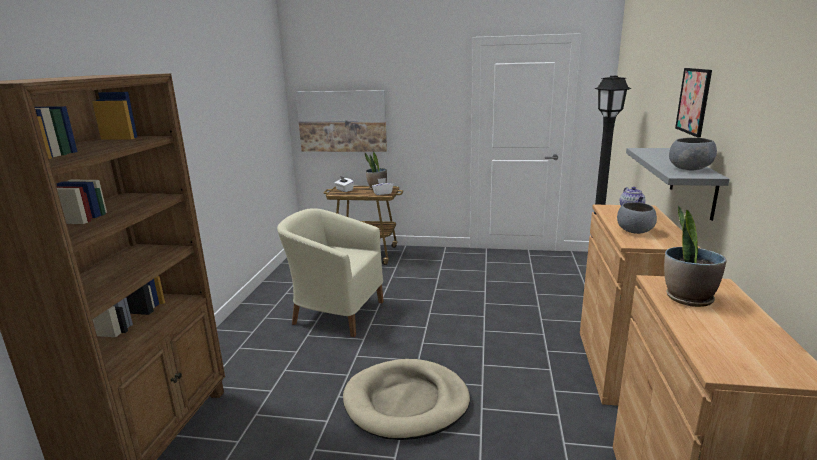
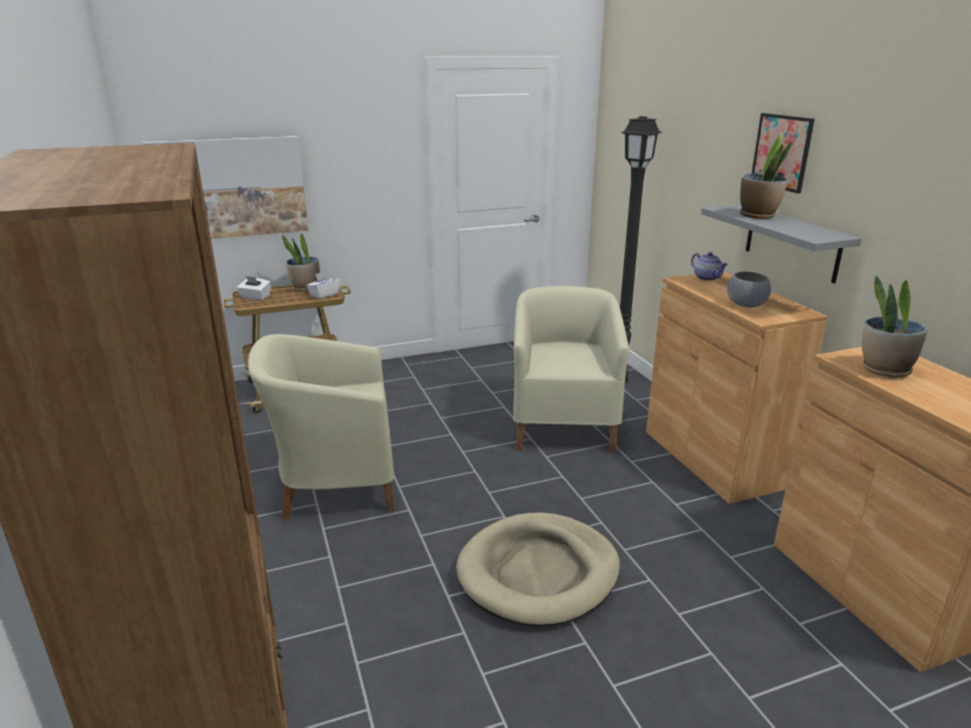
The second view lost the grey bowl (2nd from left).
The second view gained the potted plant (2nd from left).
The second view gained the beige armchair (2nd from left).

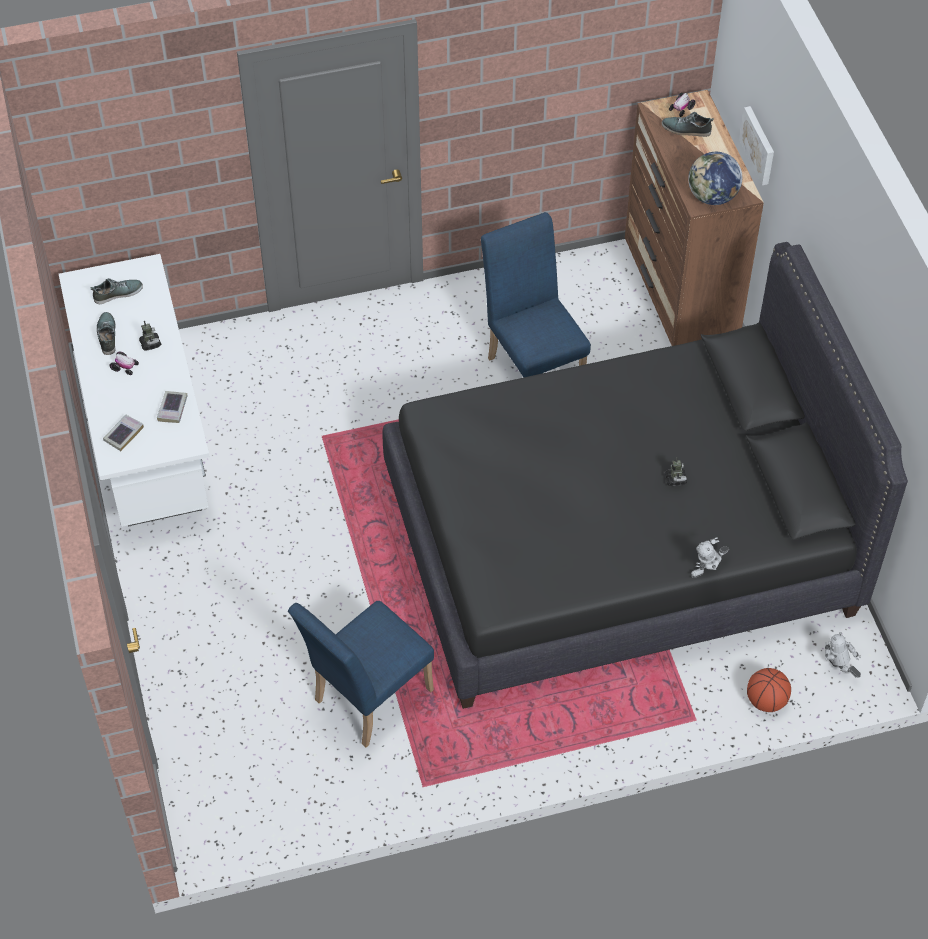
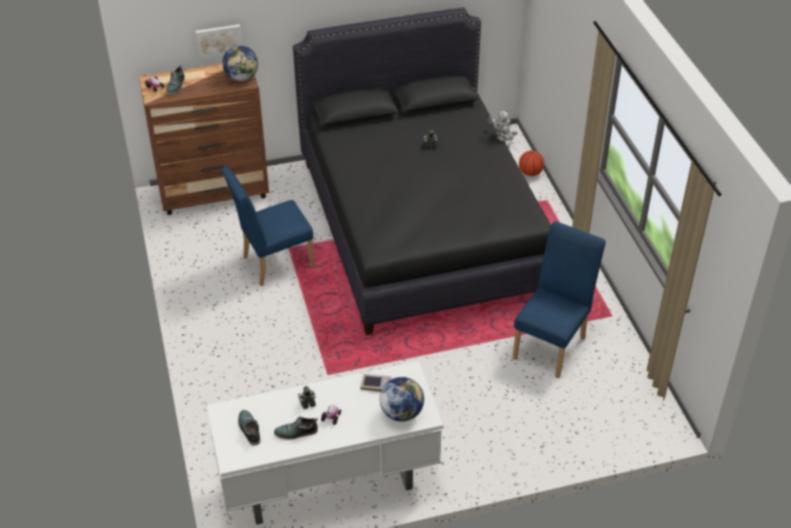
Where the book (1st from left) stood, the globe (2nd from left) came to stand.
The blue chair (1st from left in the first image) ended up facing another way, 105 degrees counterclockwise from before.

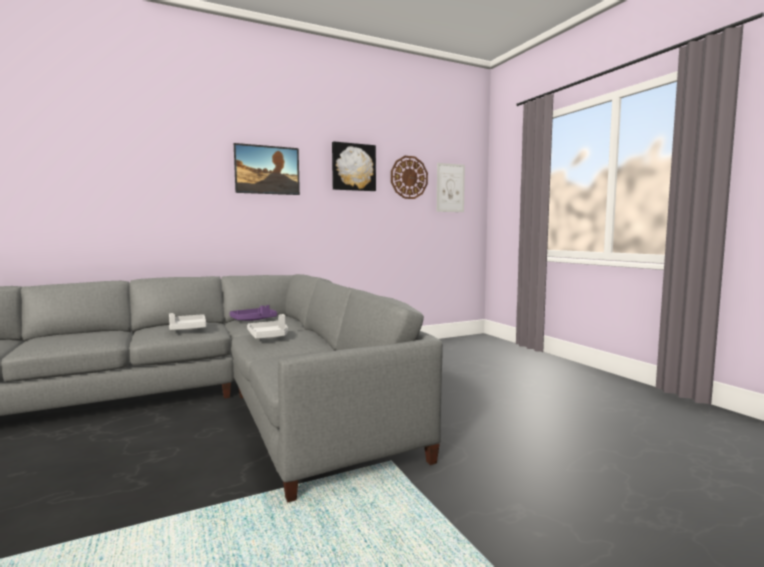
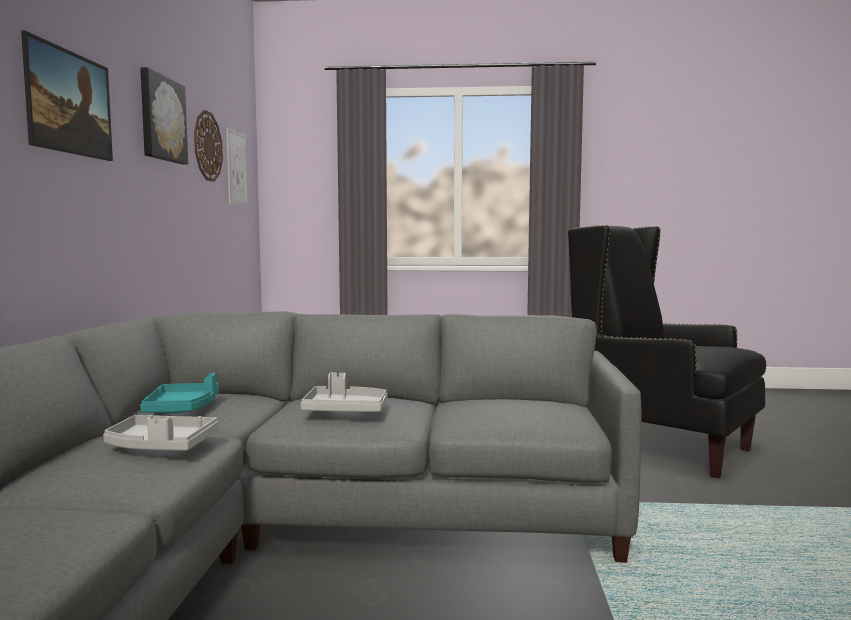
What was the purple tray turned into the turquoise tray.
The second view gained the black armchair.

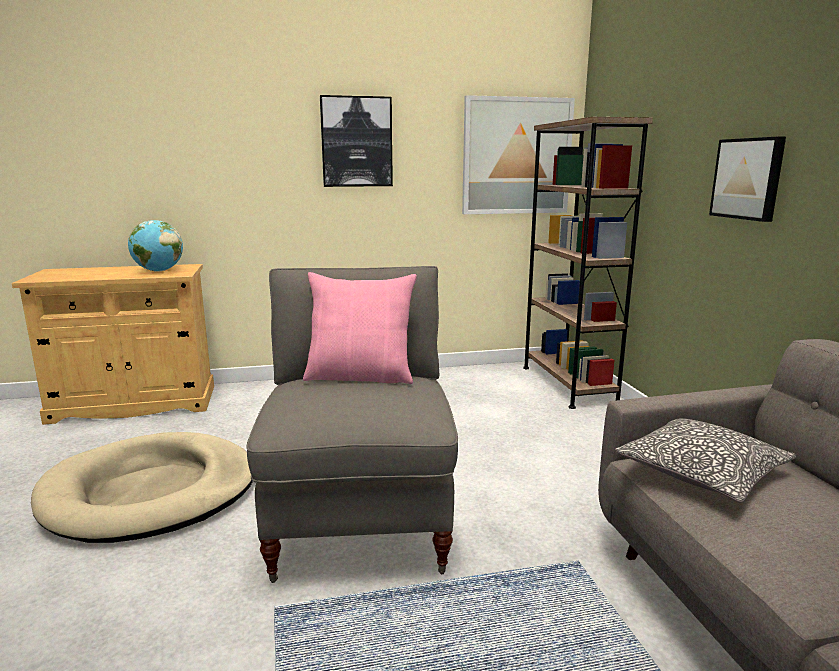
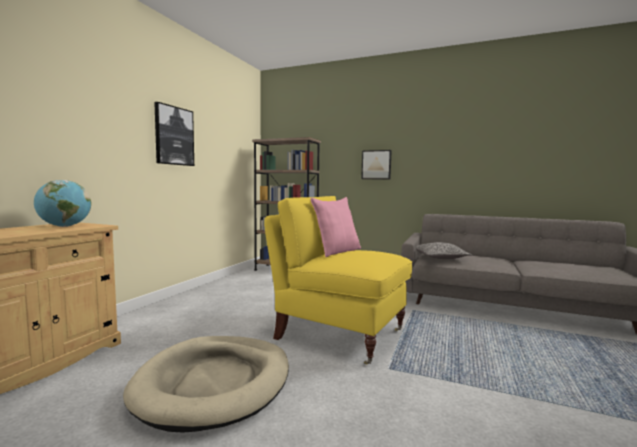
The second view lost the picture (2nd from left).
What was the grey armchair turned into the yellow armchair.

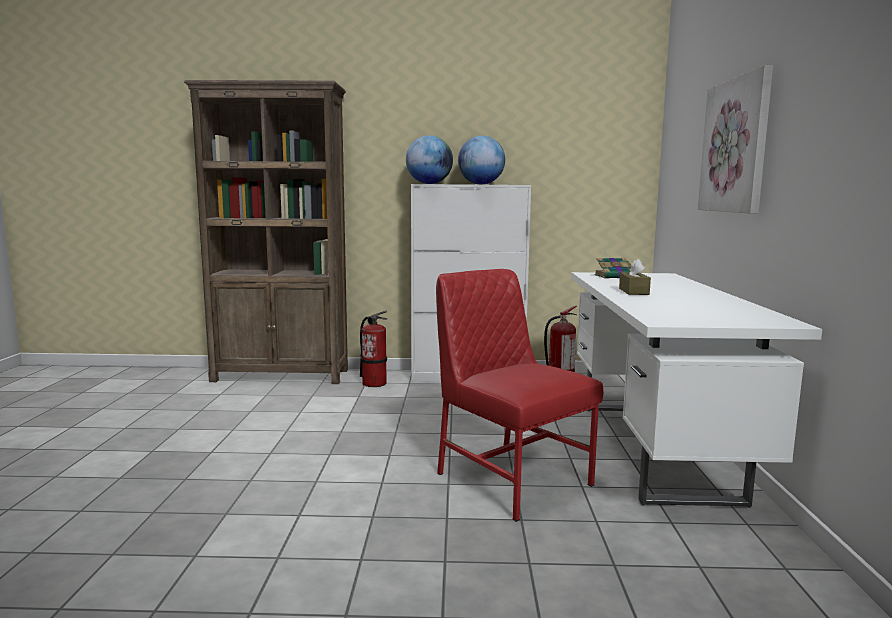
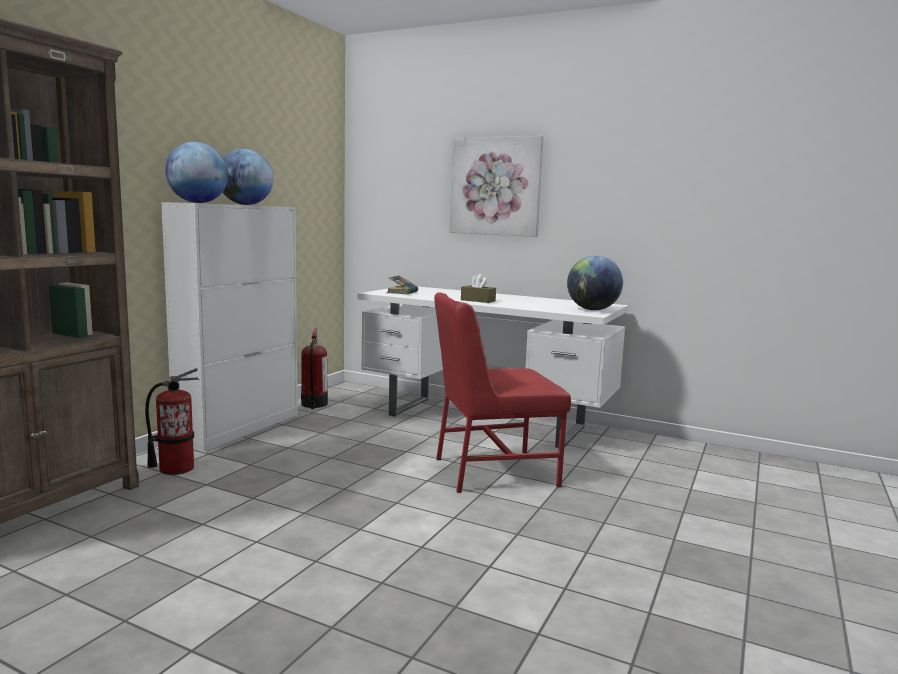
The second view gained the globe (3rd from left).

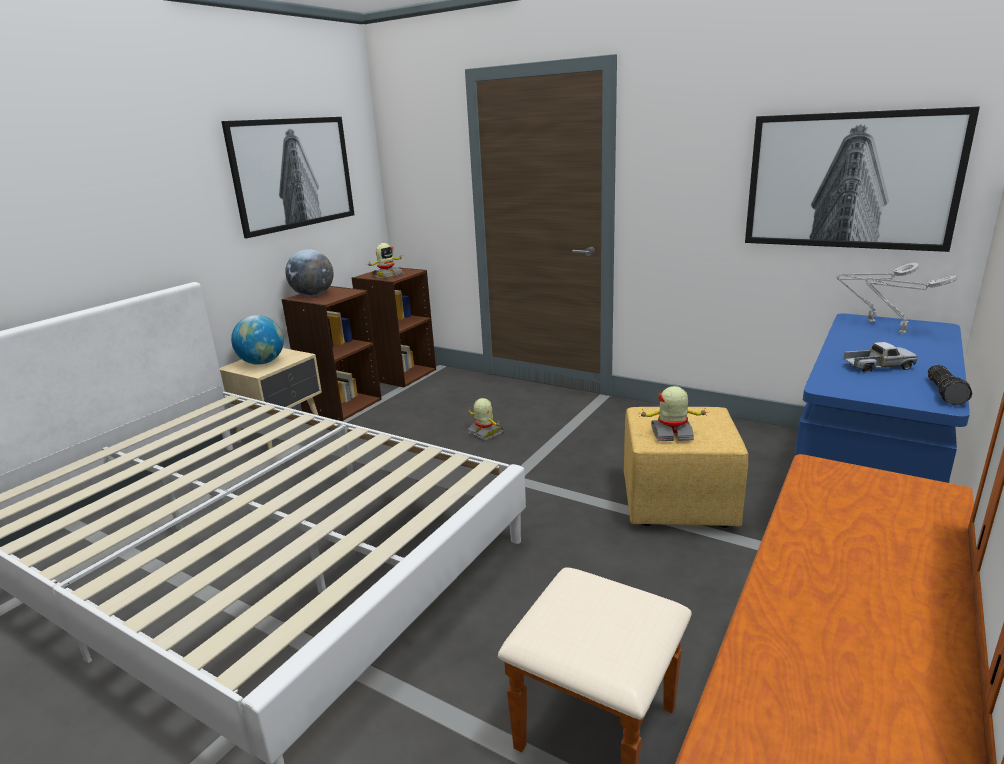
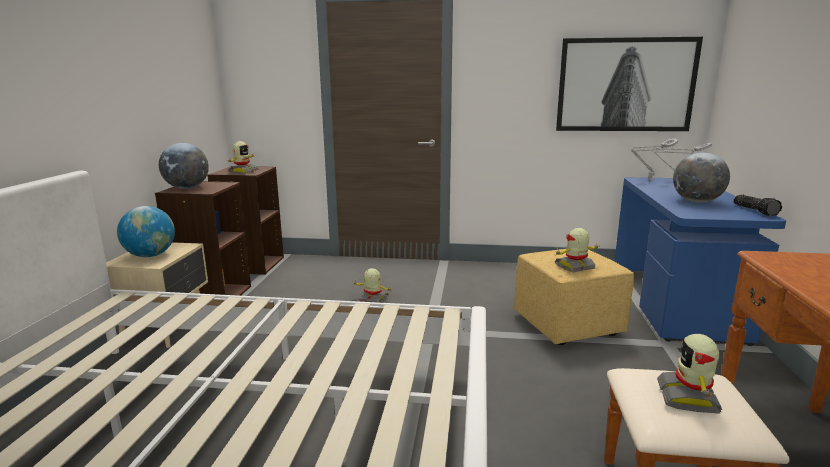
The second view lost the picture (1st from left).
Where the toy truck stood, the globe (3rd from left) came to stand.
The second view gained the toy robot (4th from left).

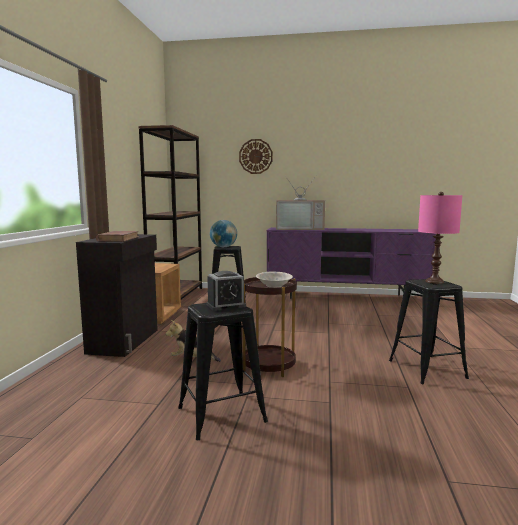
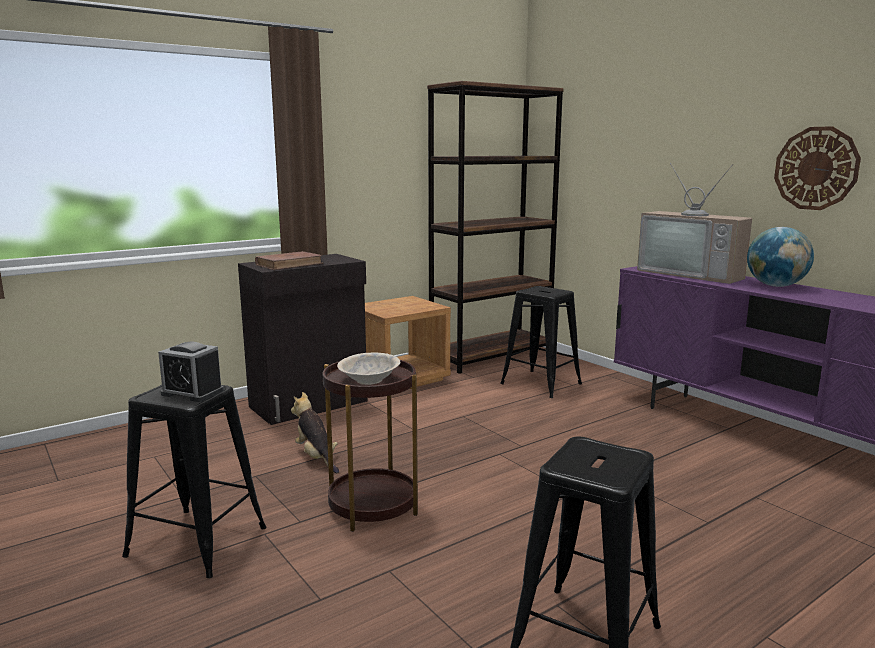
The wall clock ended up elsewhere.
The second view lost the pink table lamp.
The globe ended up elsewhere.

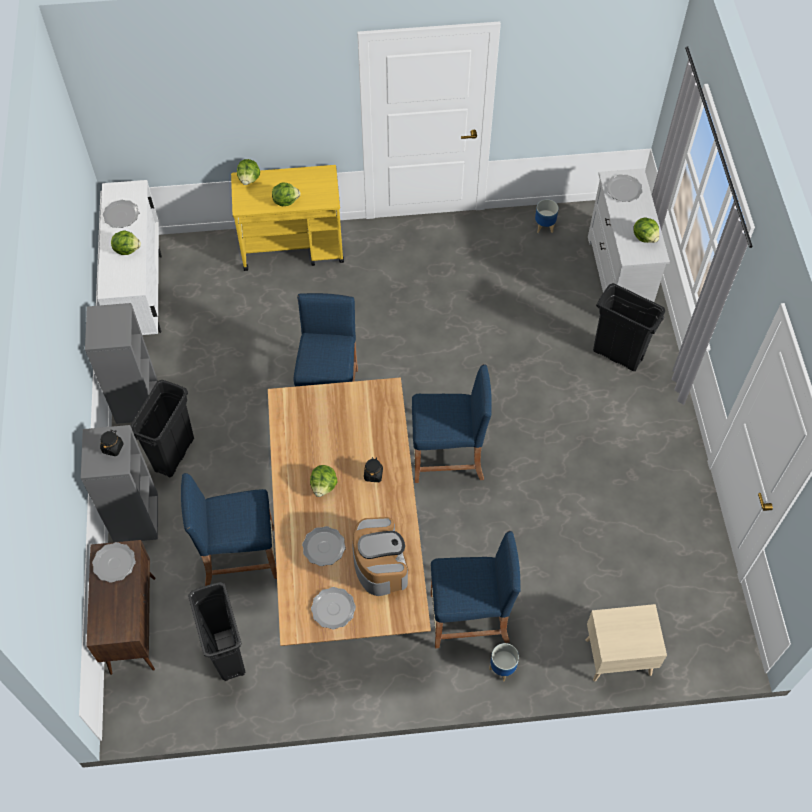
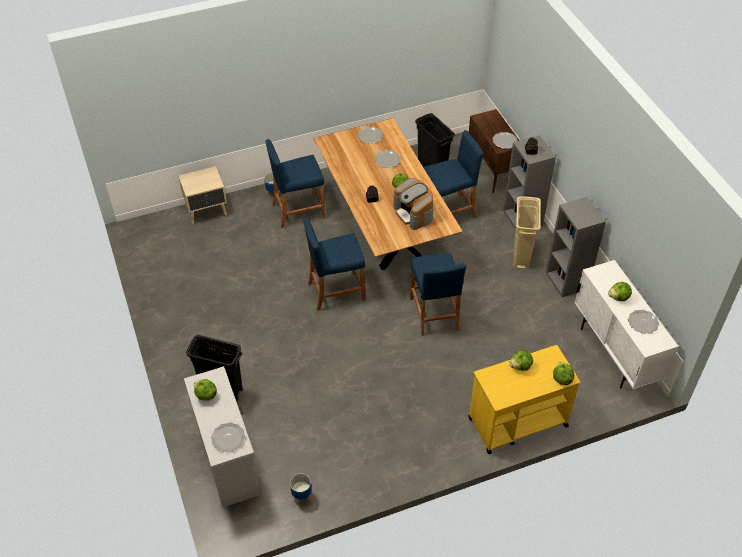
What was the black trash can (1st from left) turned into the beige trash can.
The coffee machine ended up elsewhere.

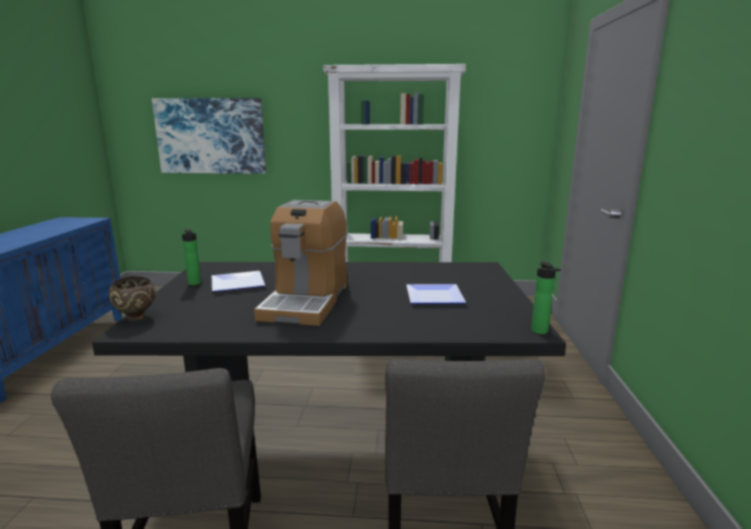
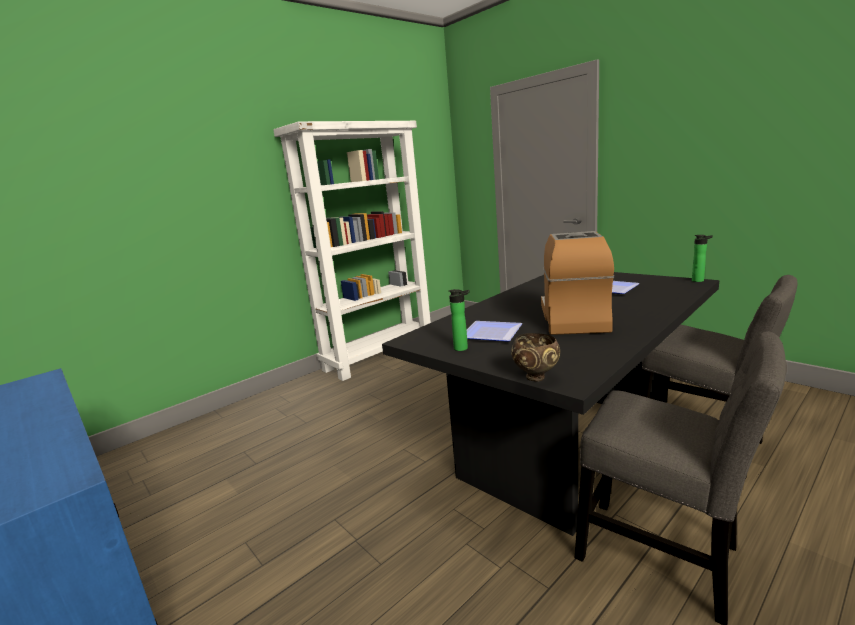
The second view lost the picture.
The coffee machine ended up facing another way, 135 degrees counterclockwise from before.

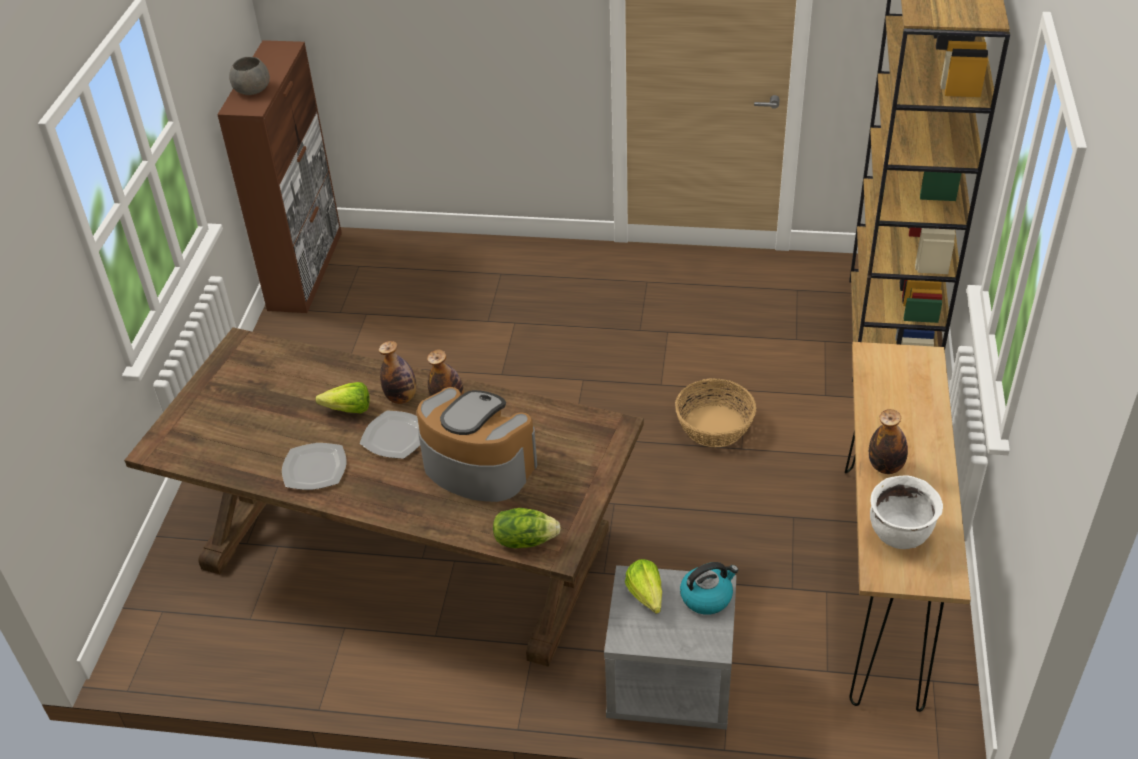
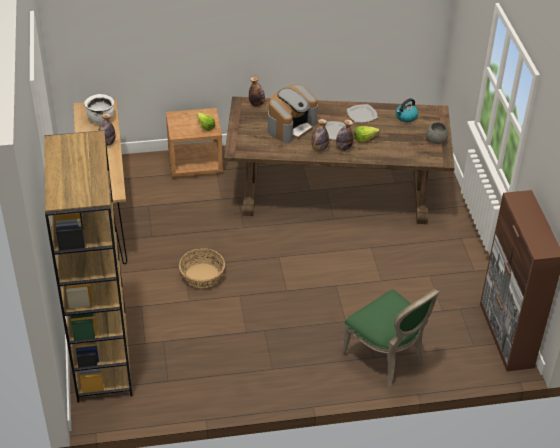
The grey bowl ended up elsewhere.
The coffee machine ended up facing another way, 60 degrees counterclockwise from before.
Where the lettuce (2nd from left) stood, the bottle (2nd from left) came to stand.
The kettle ended up elsewhere.
What was the grey nightstand turned into the brown nightstand.
The second view gained the green chair.

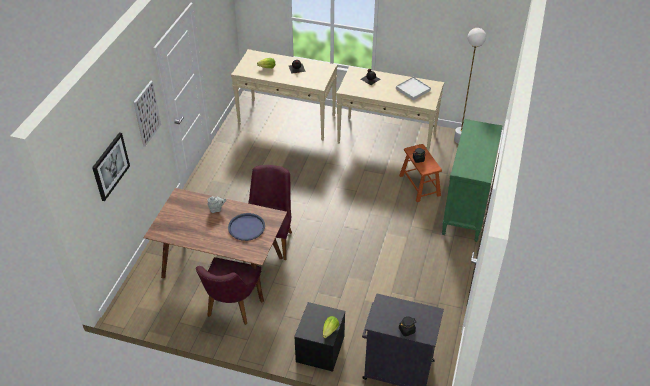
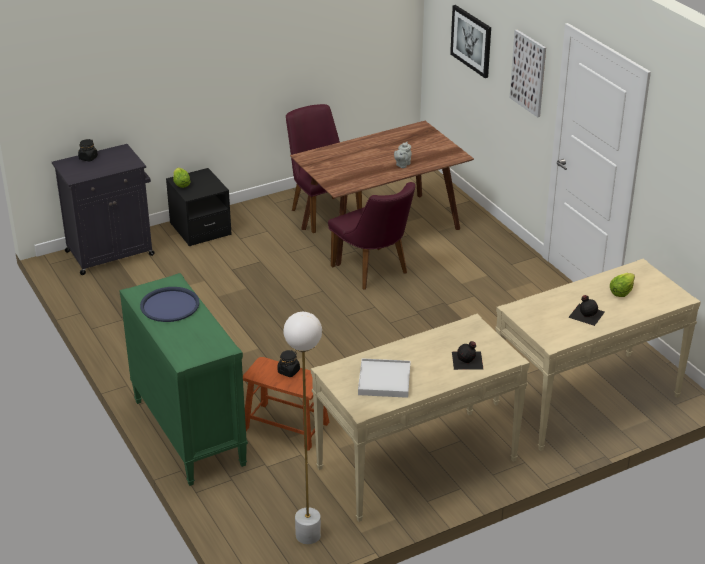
The blue tray ended up elsewhere.

